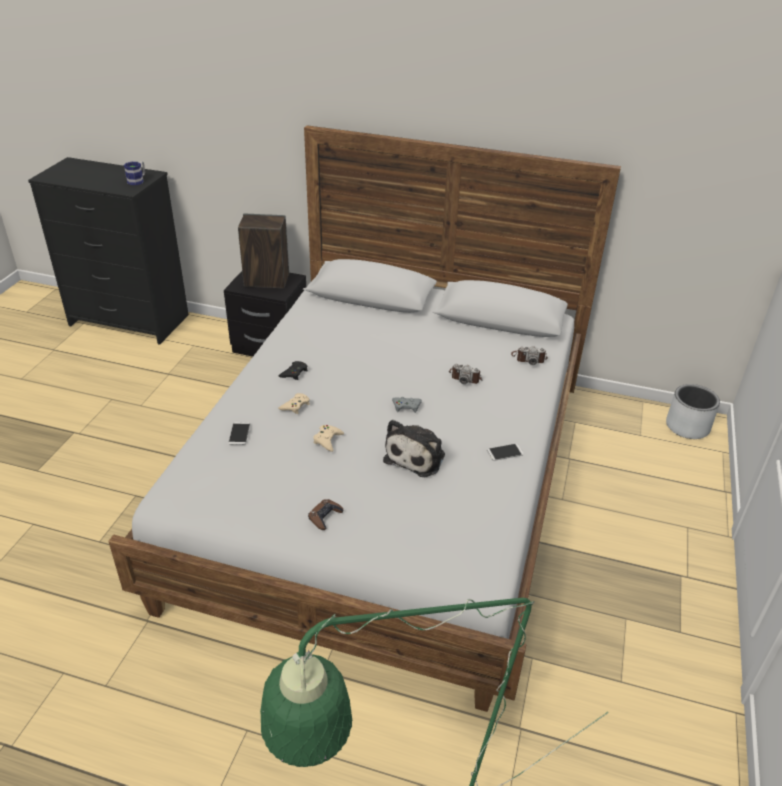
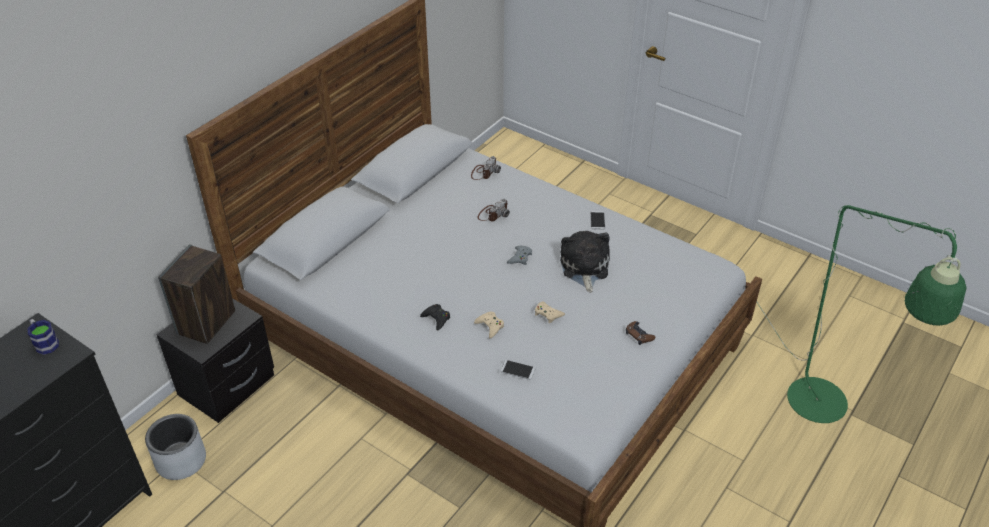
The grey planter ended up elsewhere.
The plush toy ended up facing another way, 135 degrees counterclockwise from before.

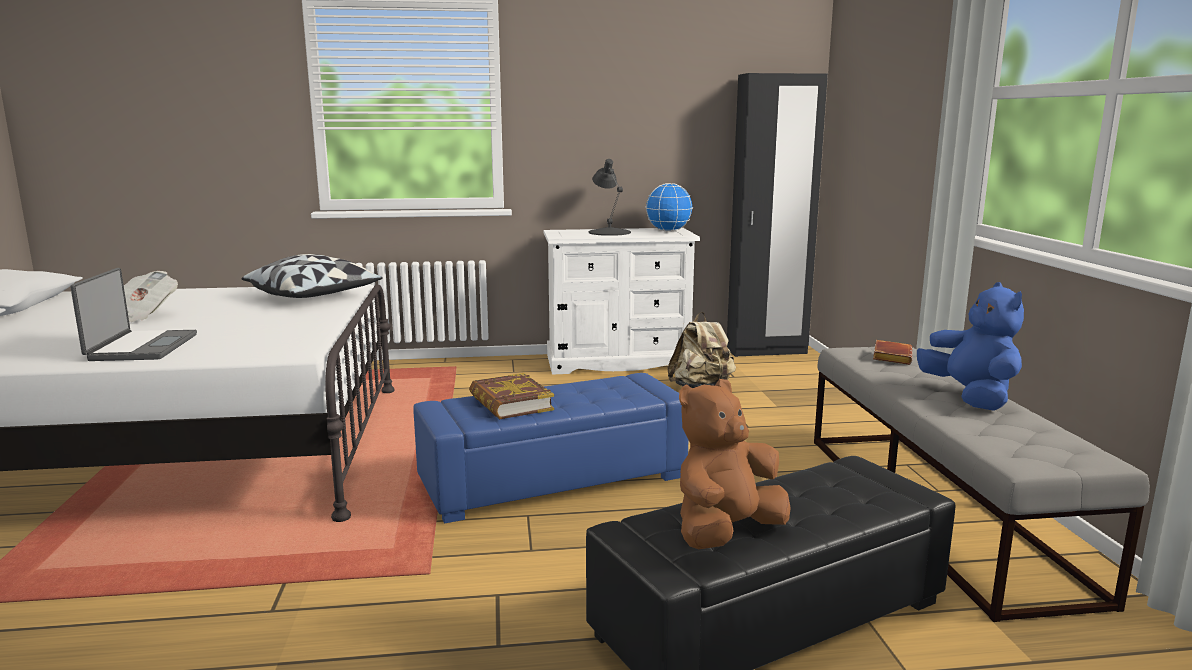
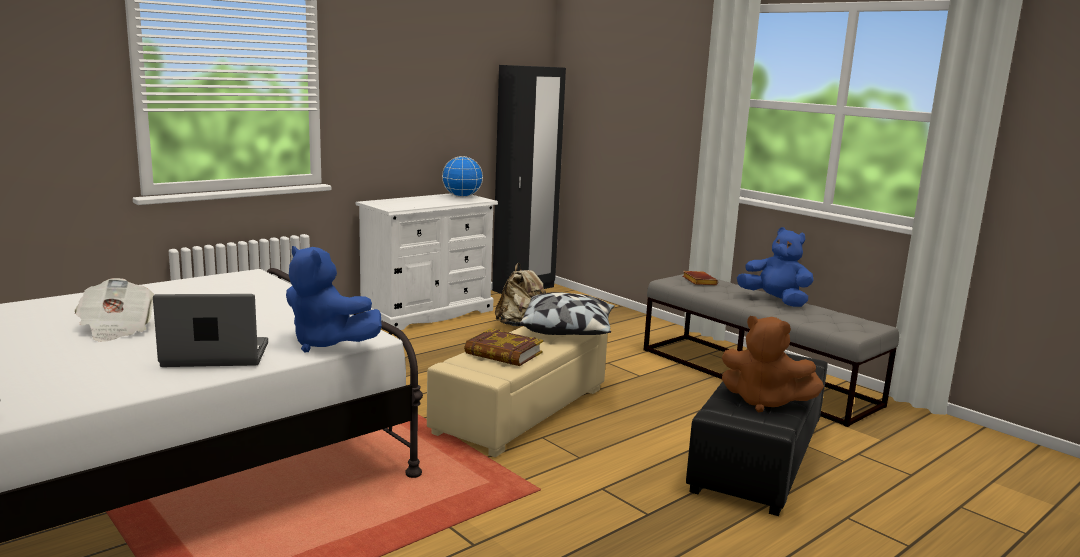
The second view lost the black table lamp.
The pillow ended up elsewhere.
The laptop ended up facing another way, 60 degrees counterclockwise from before.
What was the blue ottoman turned into the beige ottoman.
The brown plush toy ended up facing another way, 75 degrees counterclockwise from before.
The second view gained the blue plush toy (1st from left).

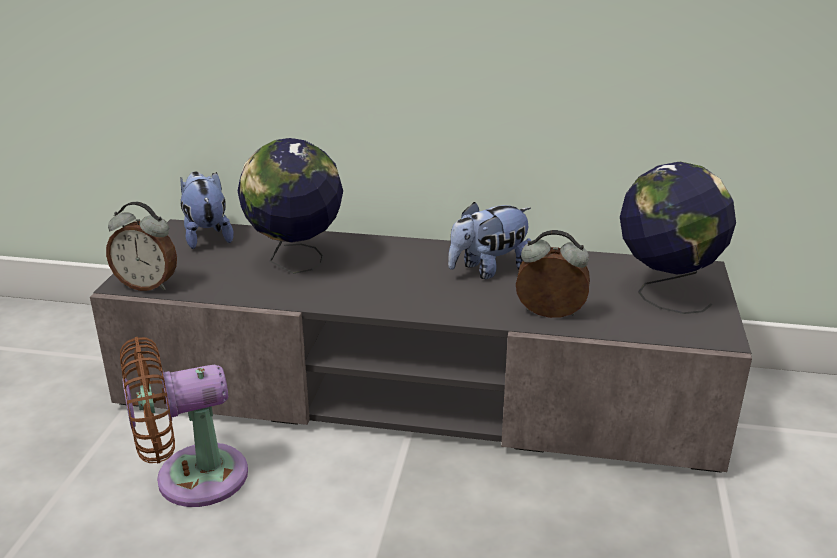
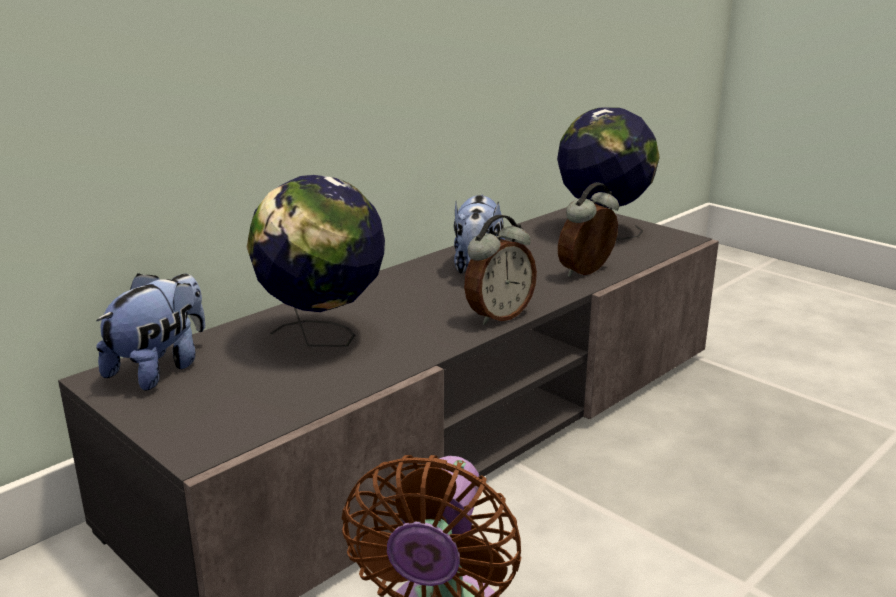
The plush toy (1st from left) ended up facing another way, 105 degrees clockwise from before.
The alarm clock (1st from left) ended up elsewhere.

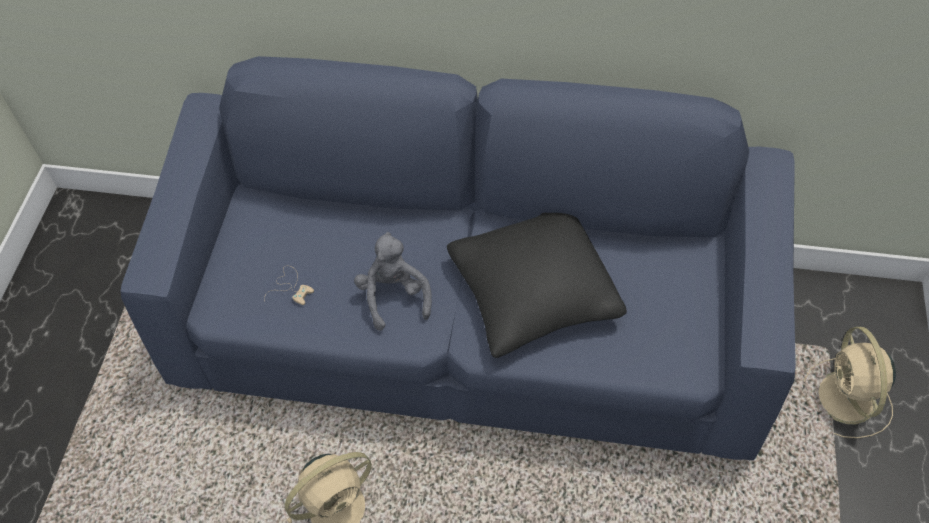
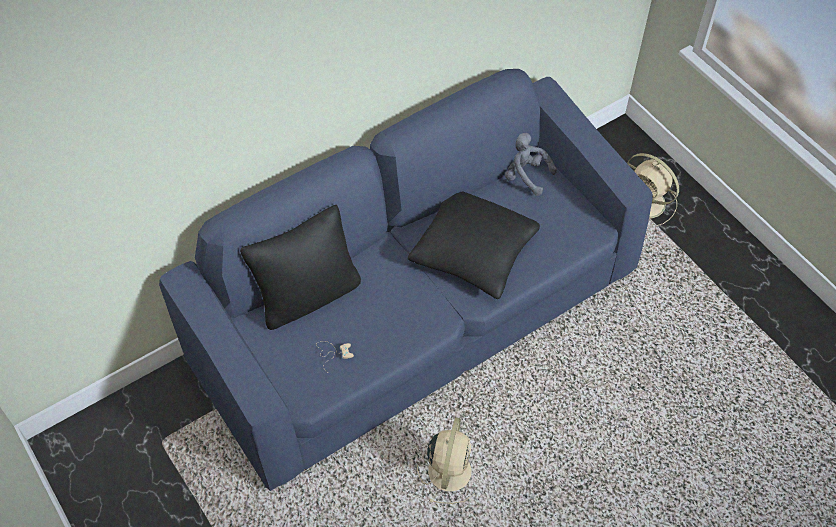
The grey plush toy ended up elsewhere.
The second view gained the black pillow (1st from left).

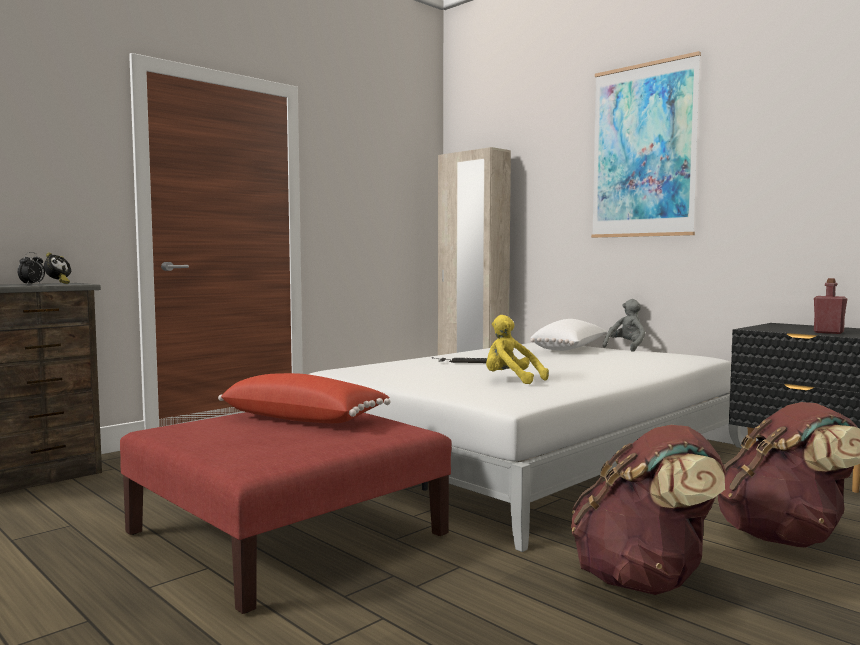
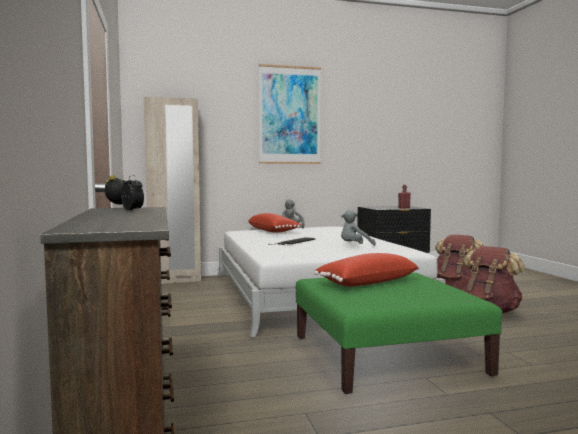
What was the yellow plush toy turned into the grey plush toy (2nd from left).
What was the white pillow turned into the red pillow (1st from left).
What was the red ottoman turned into the green ottoman.

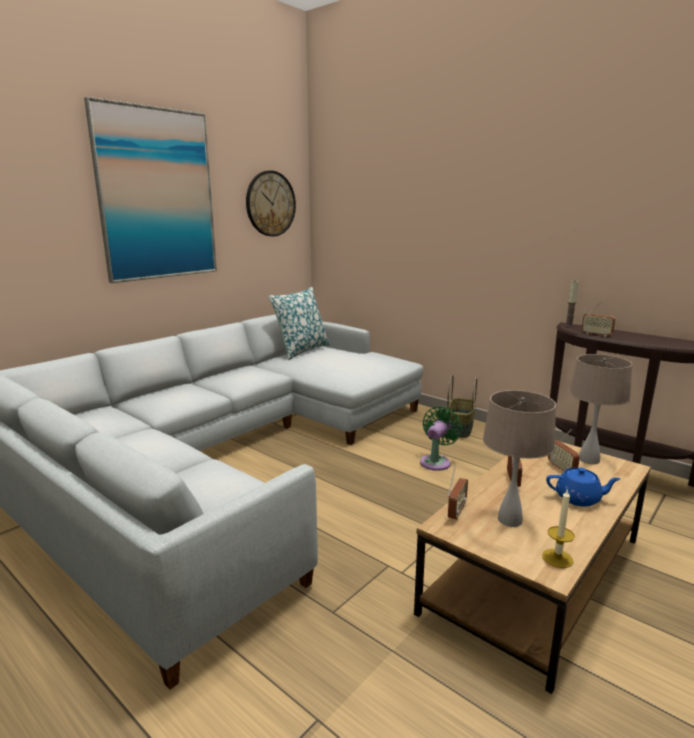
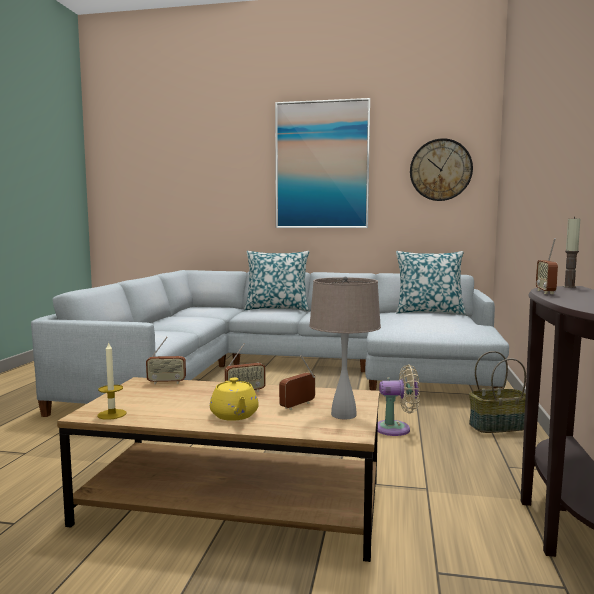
The second view lost the beige table lamp (1st from left).
What was the green fan turned into the beige fan.
What was the blue teapot turned into the yellow teapot.
The second view gained the pillow (1st from left).

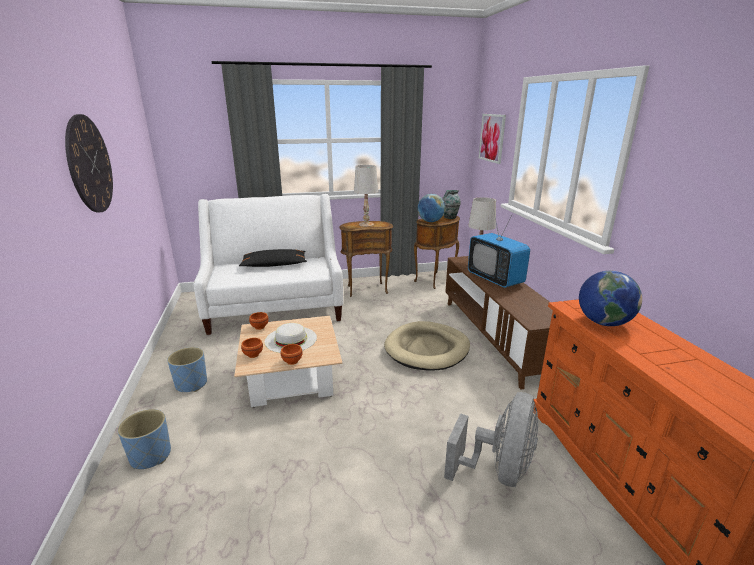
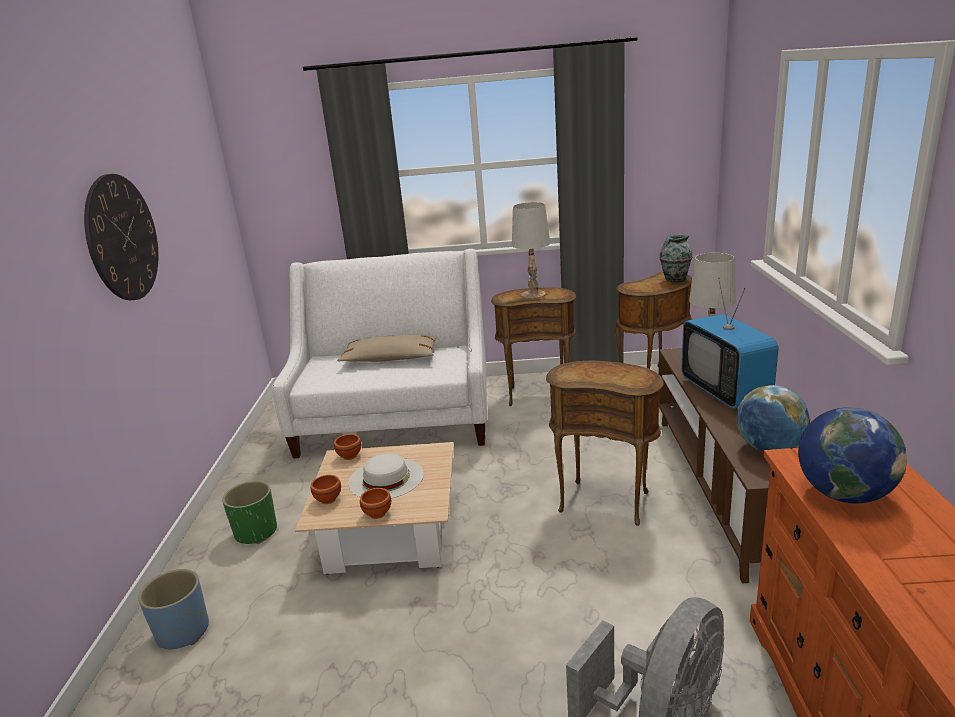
The second view lost the picture.
The globe (1st from left) ended up elsewhere.
What was the black pillow turned into the beige pillow.
Where the beige dog bed stood, the brown side table (2nd from left) came to stand.
What was the blue planter (2nd from left) turned into the green planter.

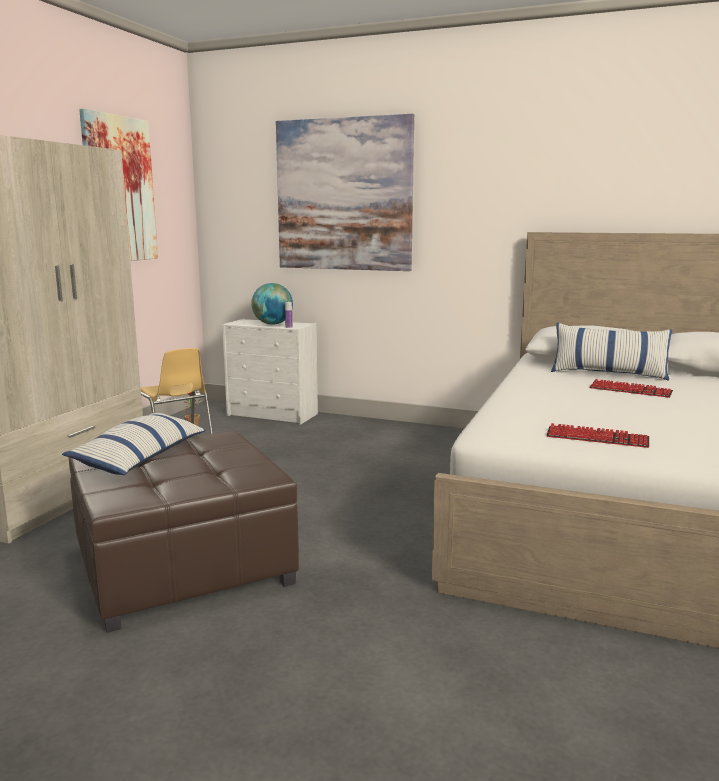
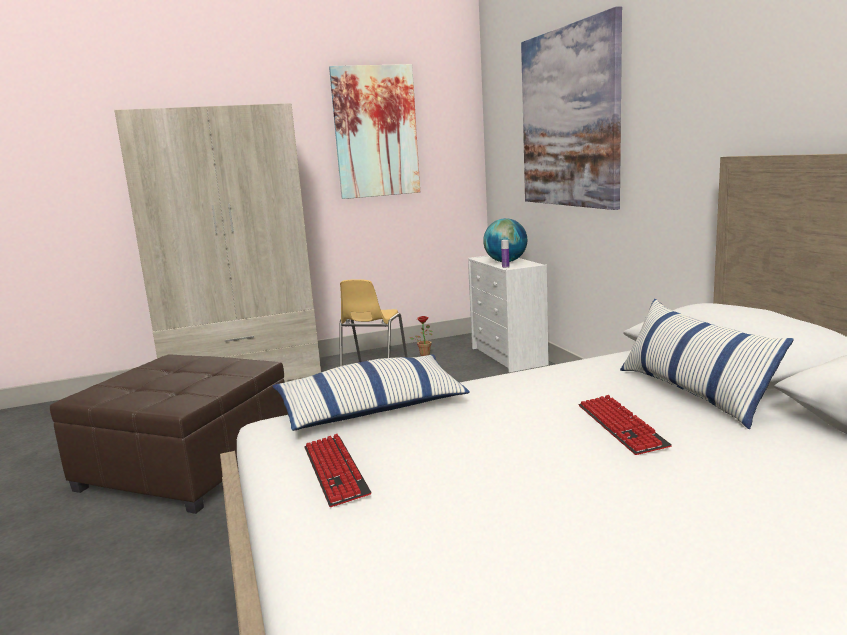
The pillow (1st from left) ended up elsewhere.

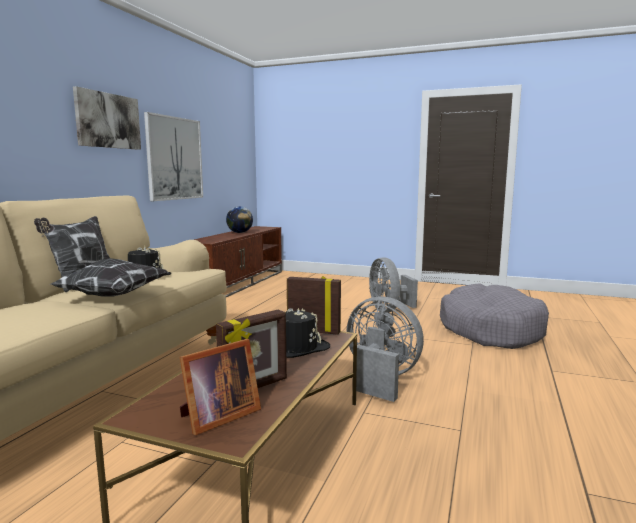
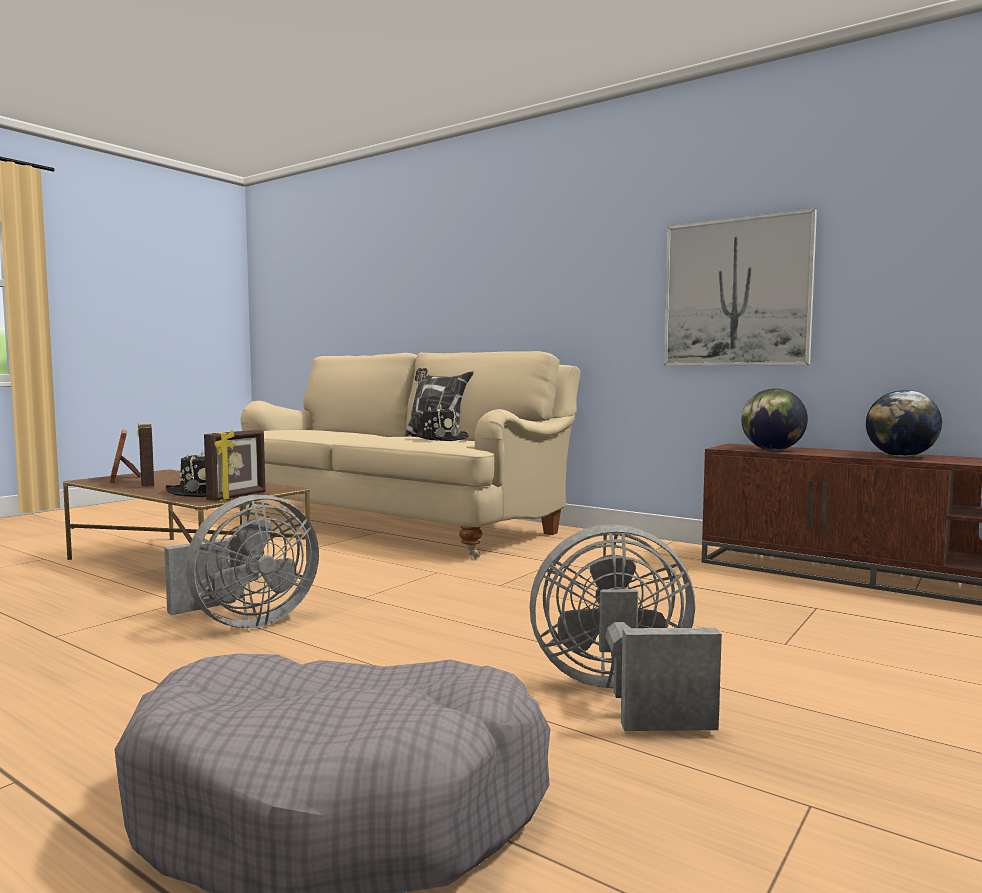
The second view lost the picture (1st from left).
The second view lost the pillow (2nd from left).
The second view gained the globe (1st from left).

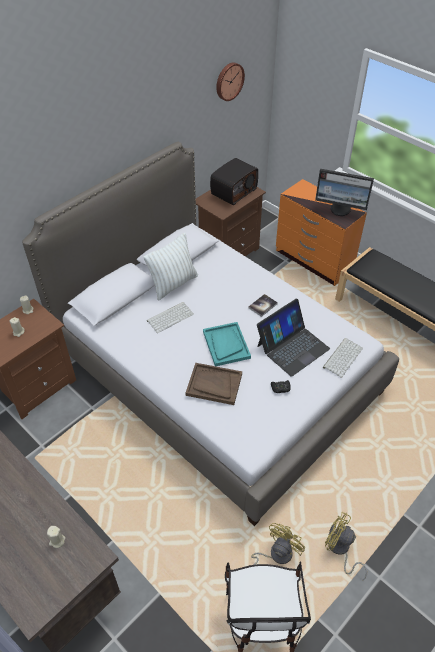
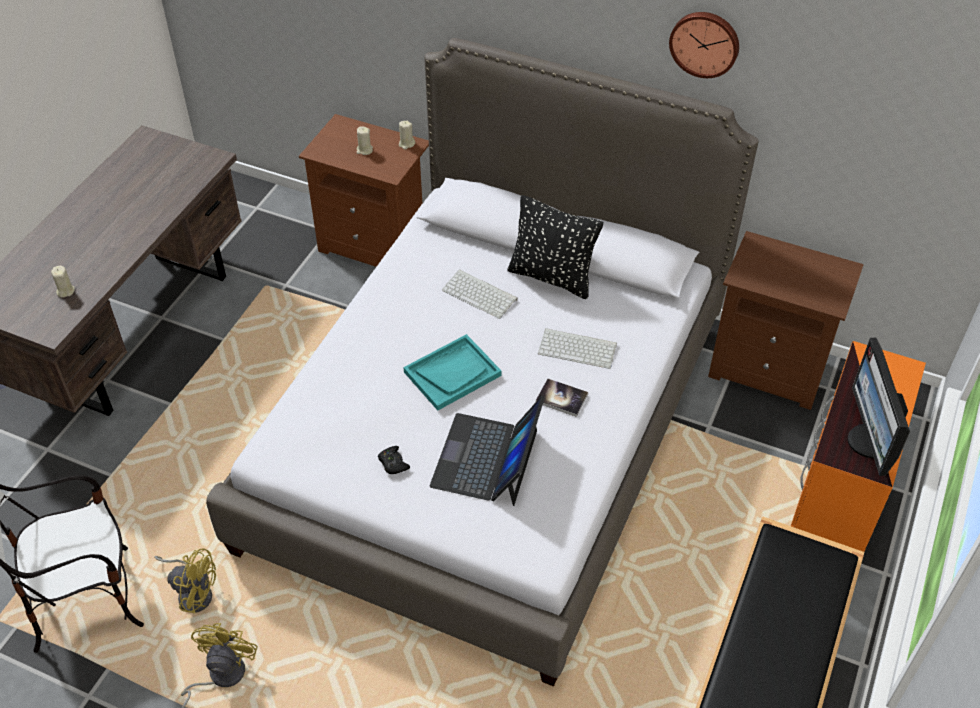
The wall clock ended up elsewhere.
The second view lost the radio.
What was the white pillow turned into the black pillow.
The laptop ended up facing another way, 75 degrees clockwise from before.
The keyboard (2nd from left) ended up elsewhere.
The second view lost the brown tray.

